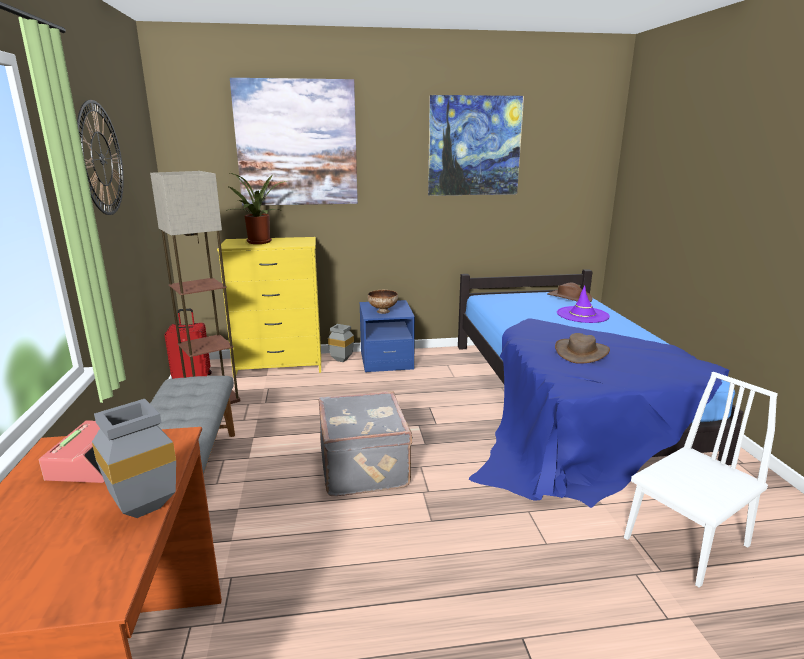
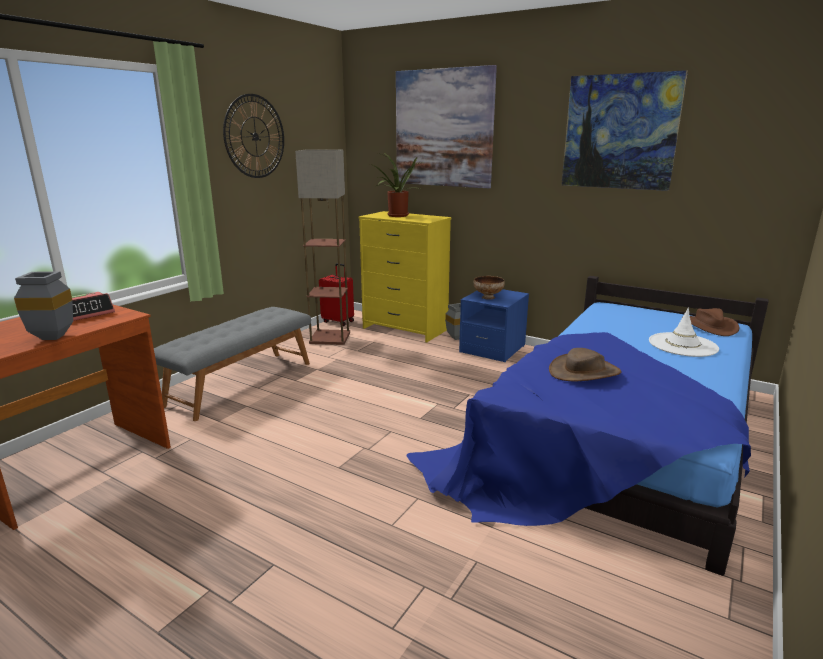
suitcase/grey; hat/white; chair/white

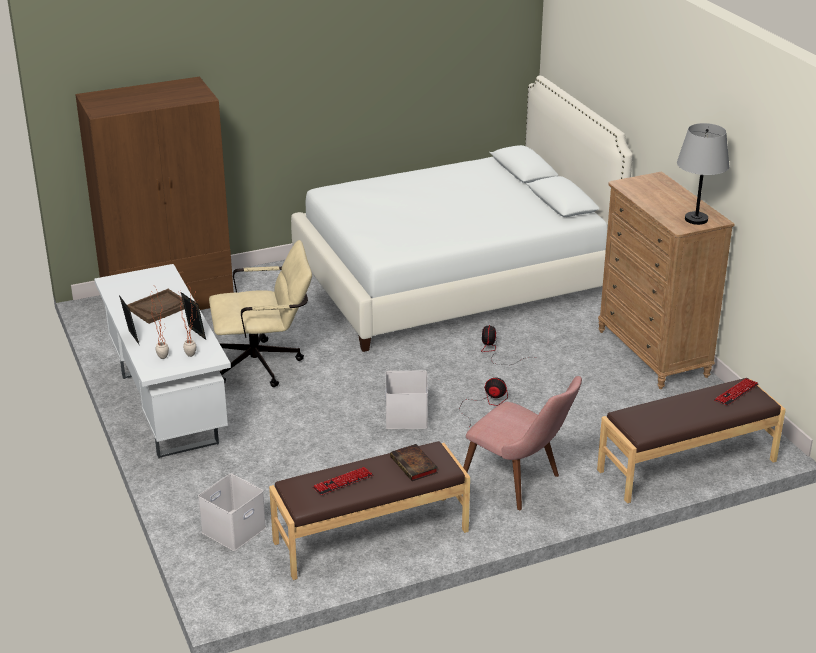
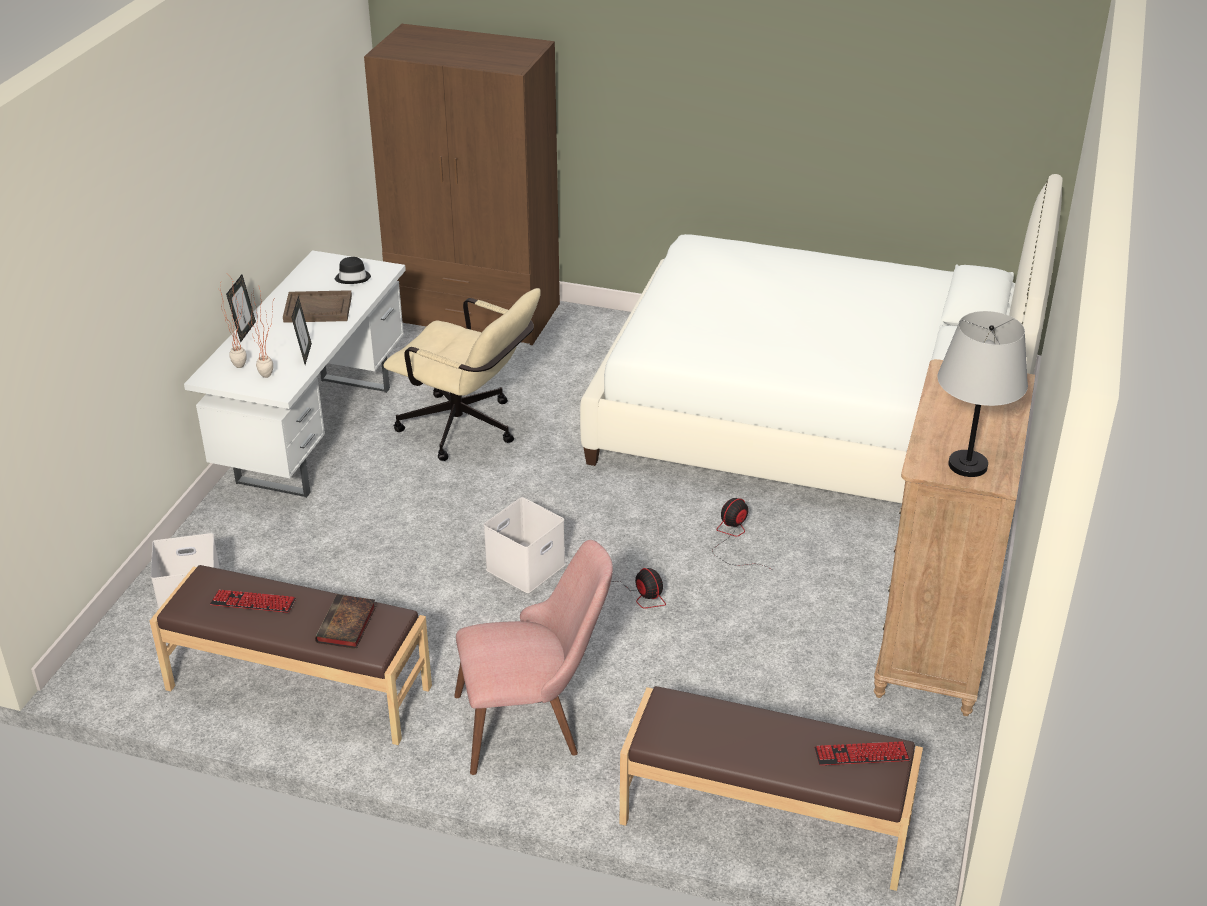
chair/pink; hat/black

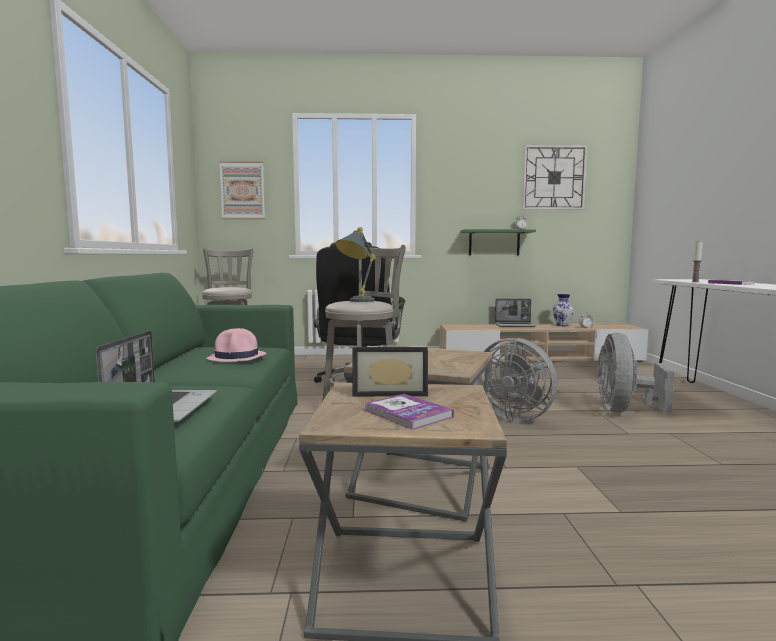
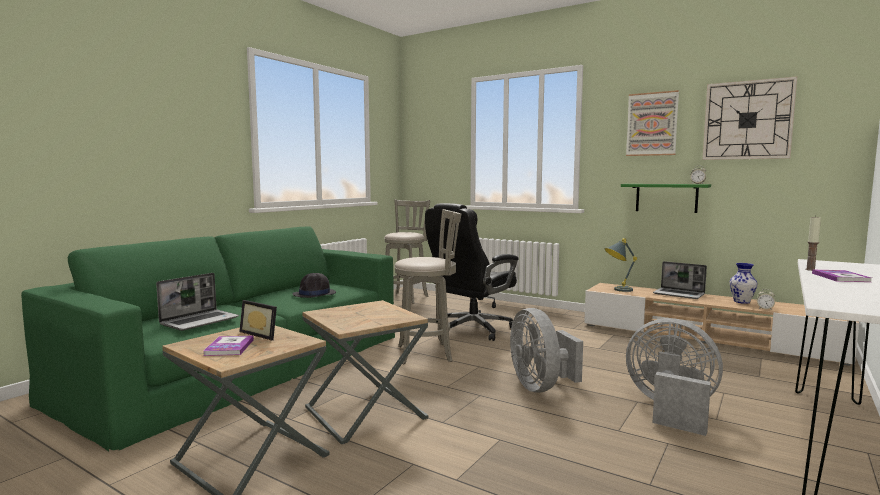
hat/black; picture; table lamp/grey; fan/grey (no. 2 from left)

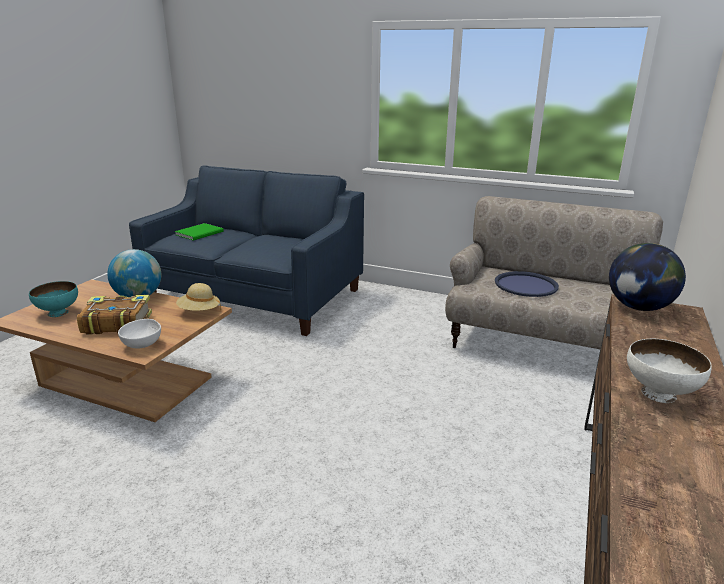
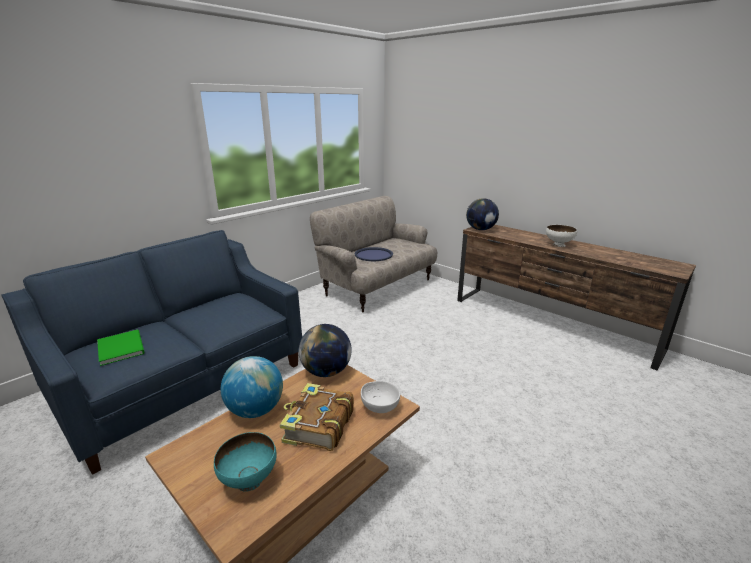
globe (no. 2 from left)

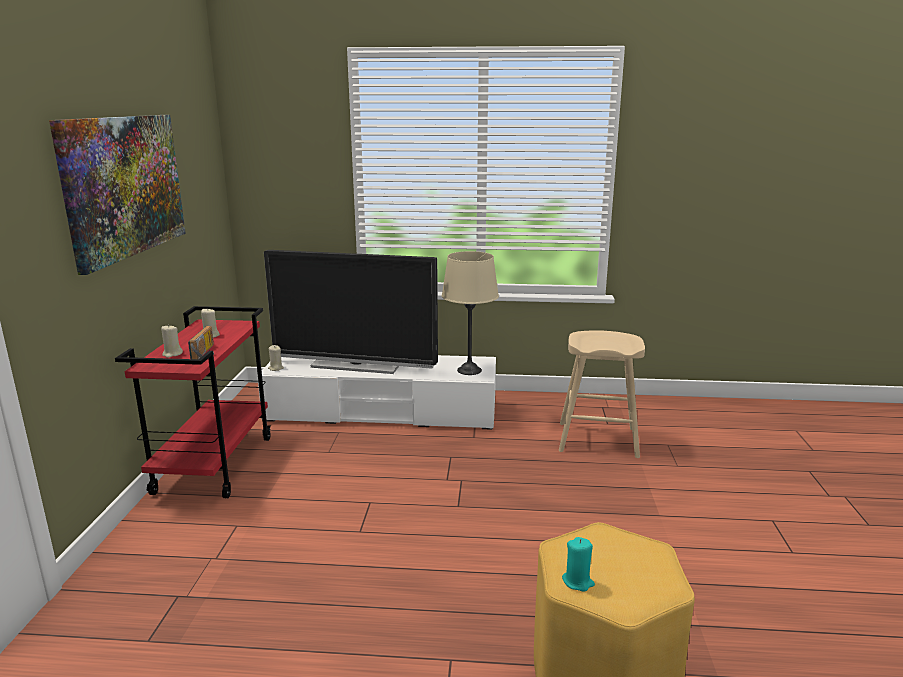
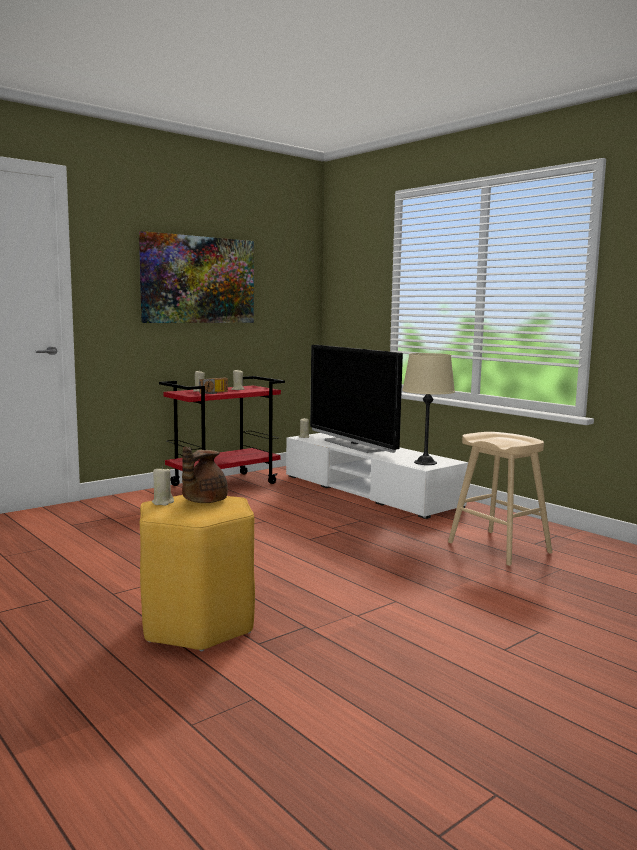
candle/beige (no. 1 from left); teapot/brown

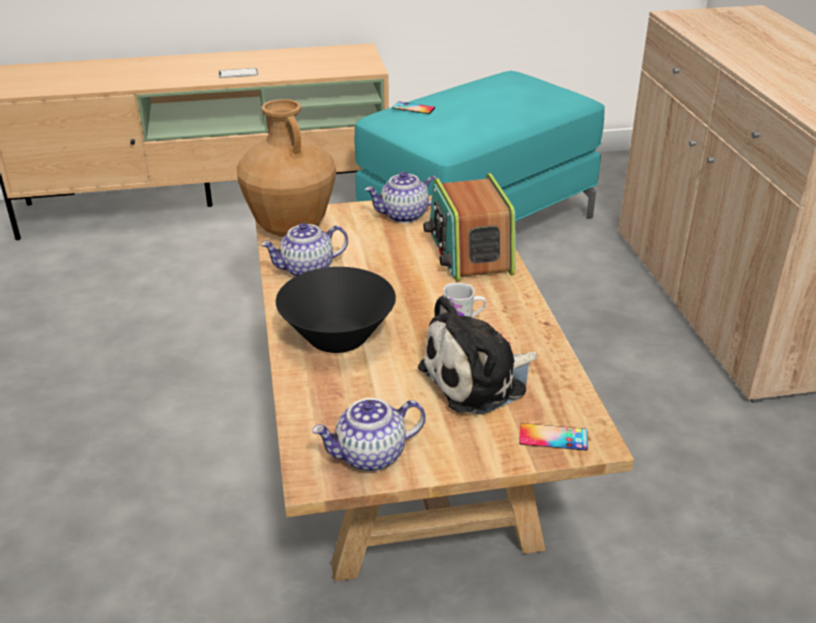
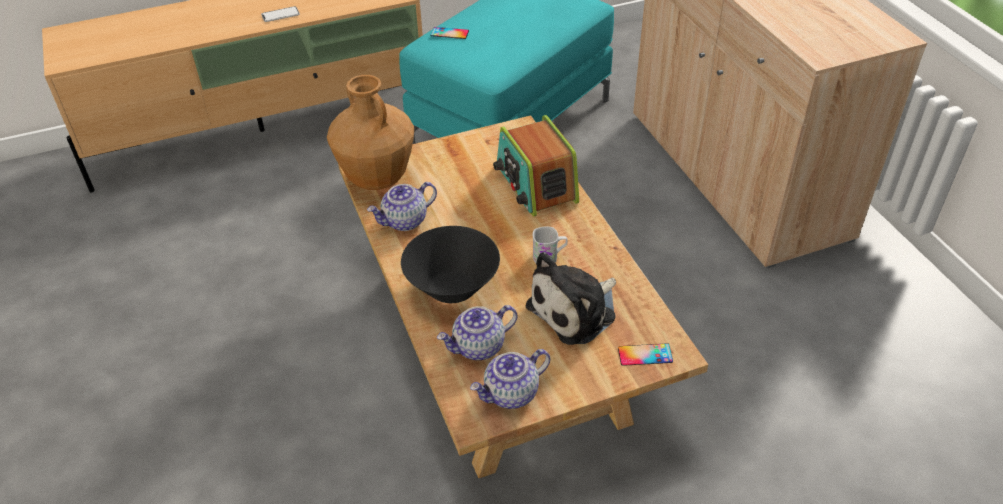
teapot (no. 2 from left)

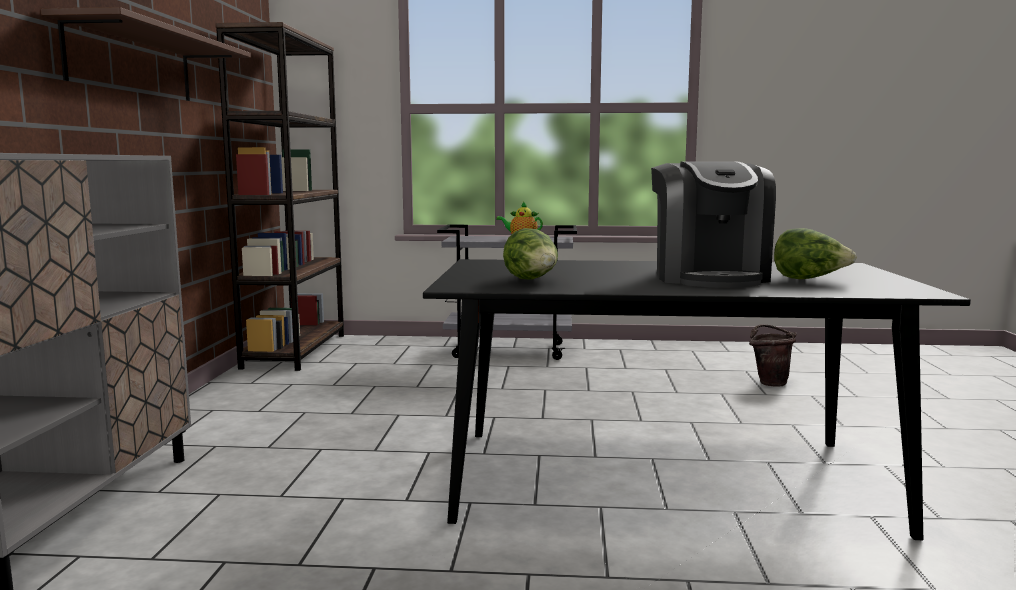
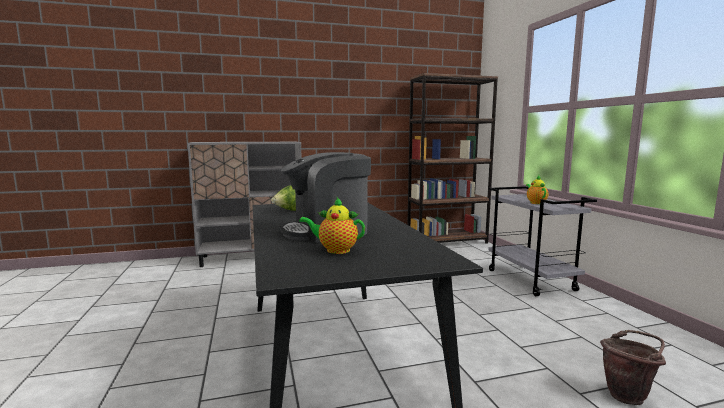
shelf/brown; teapot (no. 1 from left)

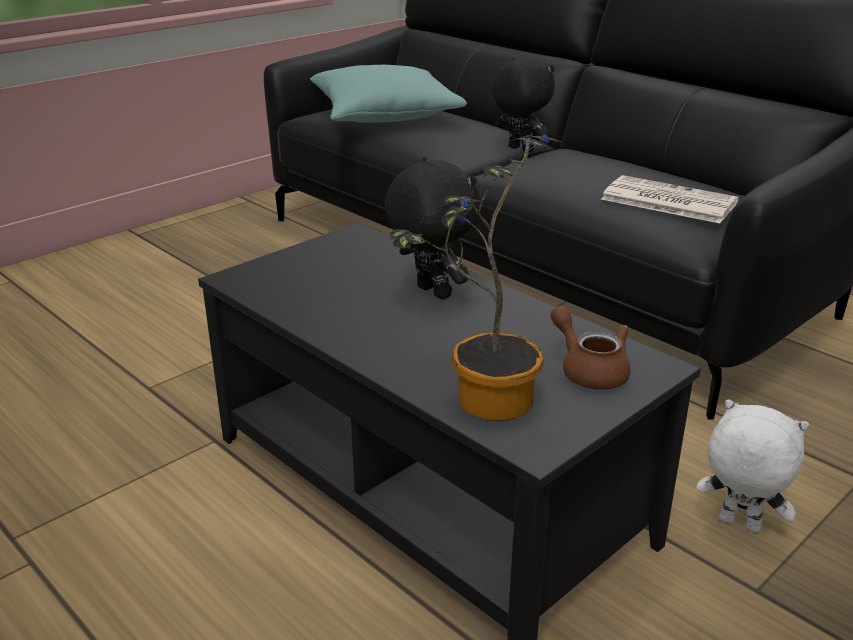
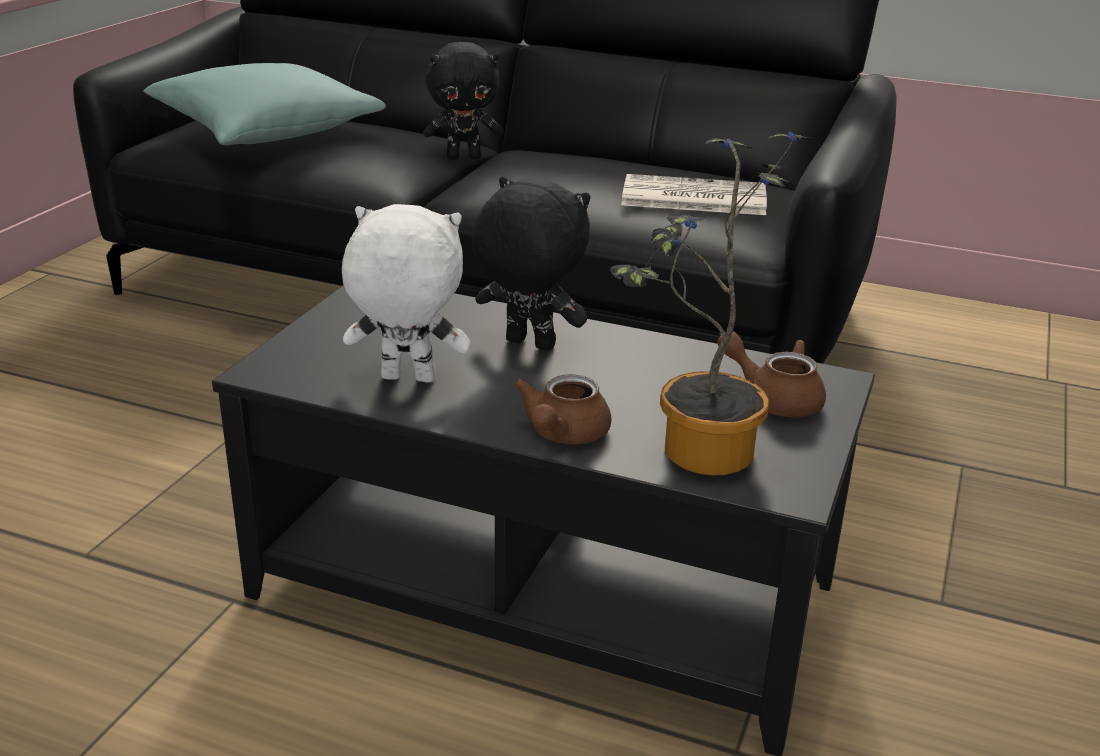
plush toy/black (no. 1 from left); plush toy/white; teapot/brown (no. 1 from left)

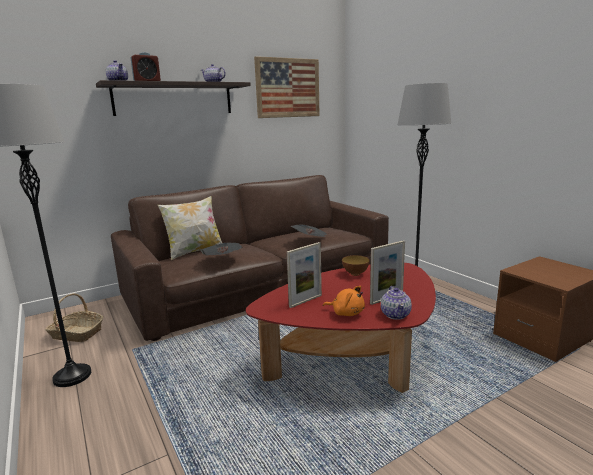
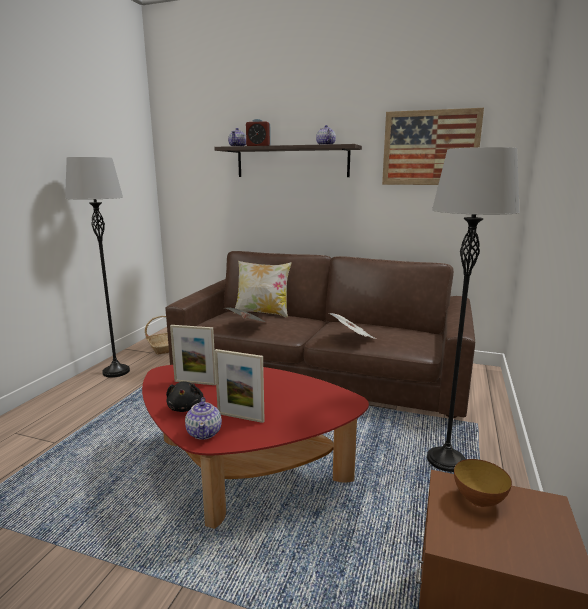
plush toy/black; bowl; teapot (no. 1 from left)

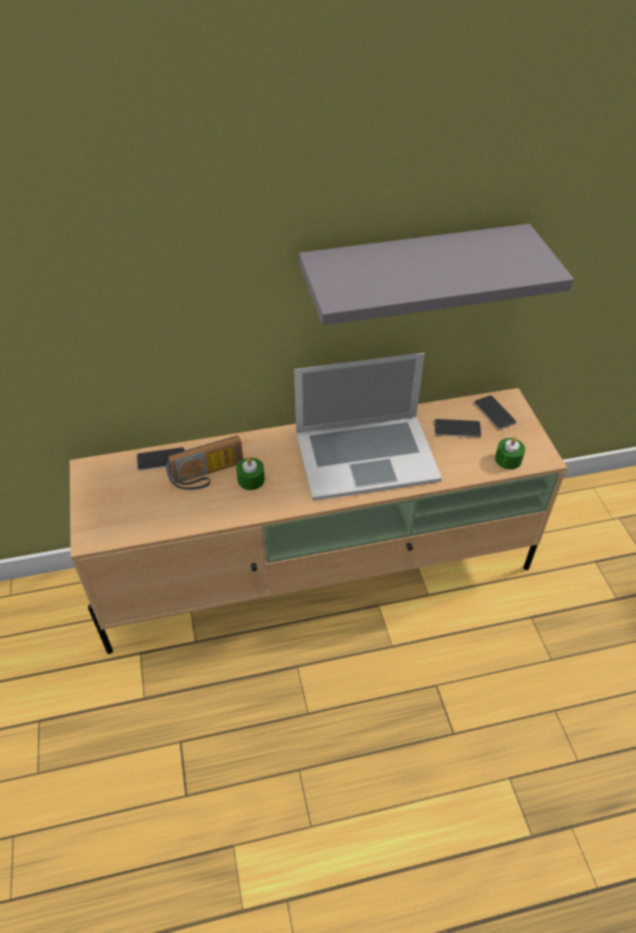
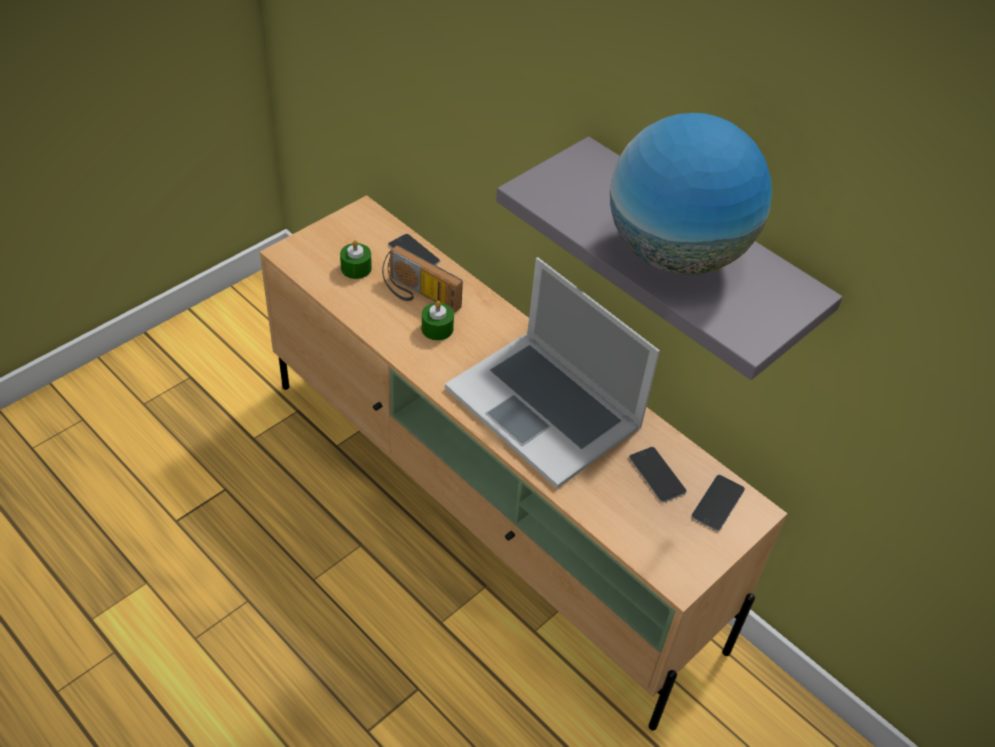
candle/green (no. 1 from left); globe

